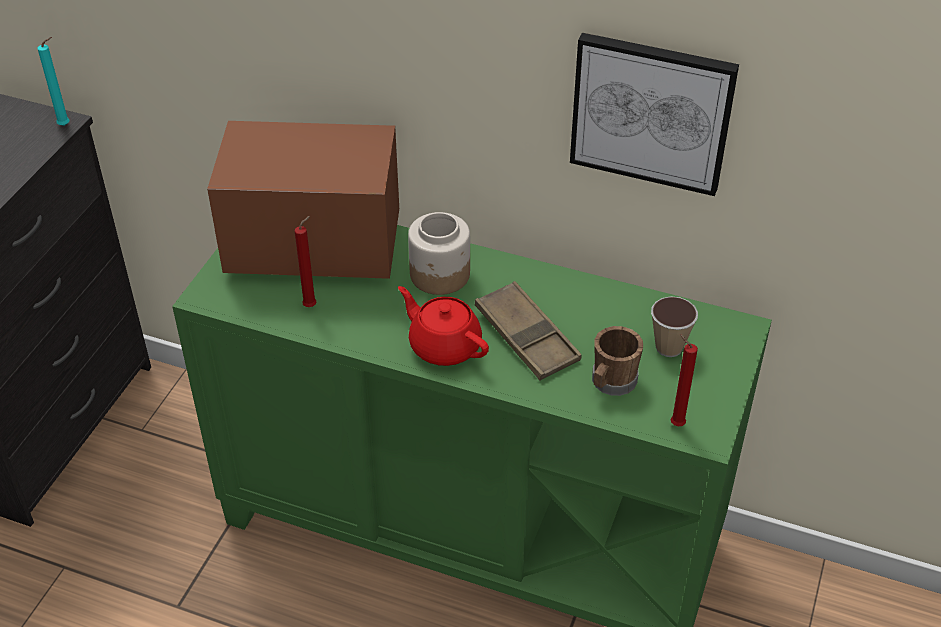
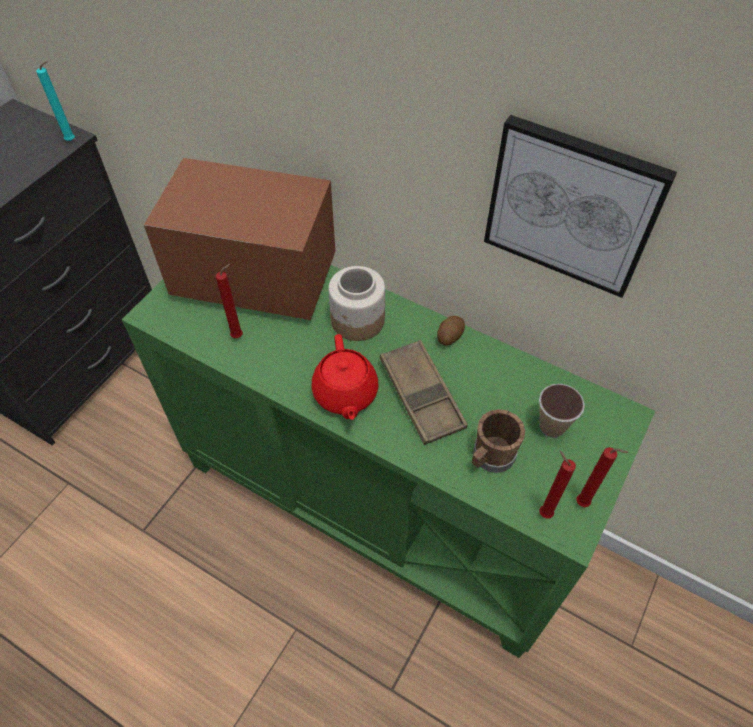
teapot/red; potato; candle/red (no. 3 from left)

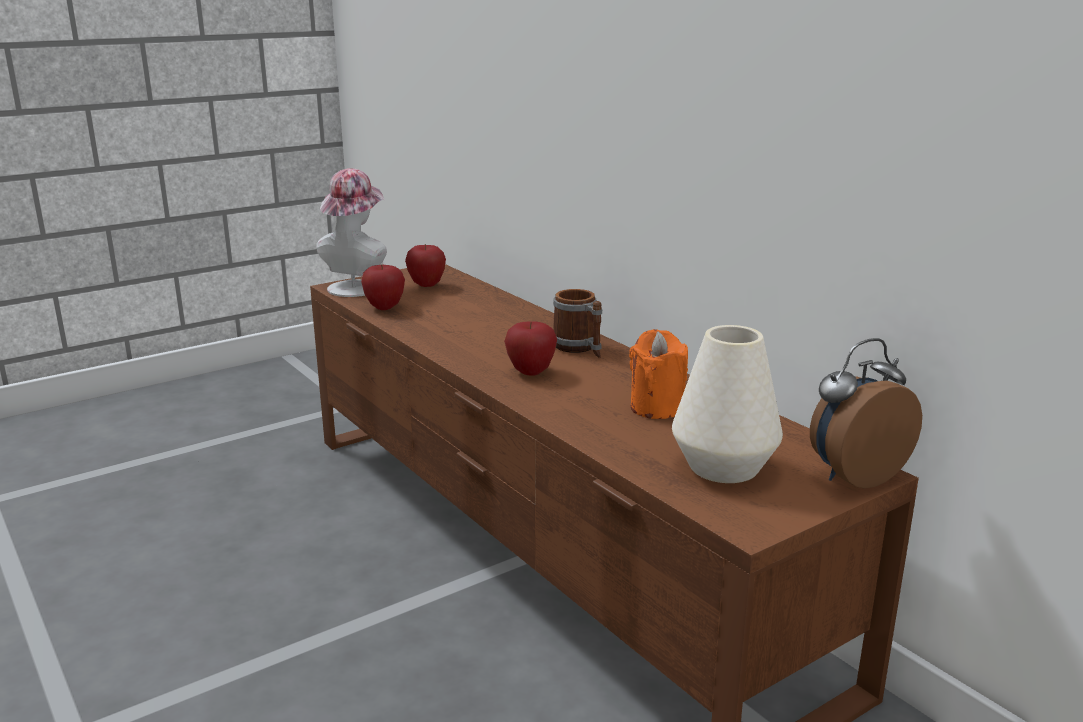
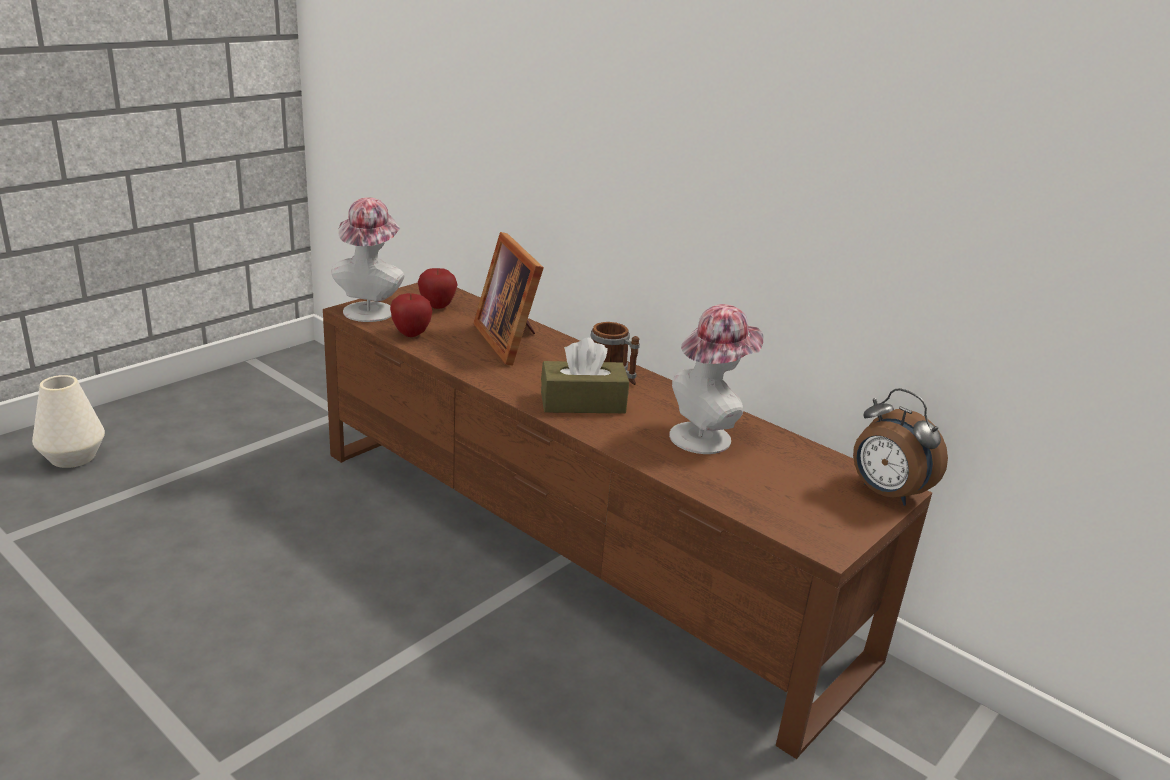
tissue box/brown; hat (no. 2 from left); vase/white; alarm clock; picture frame

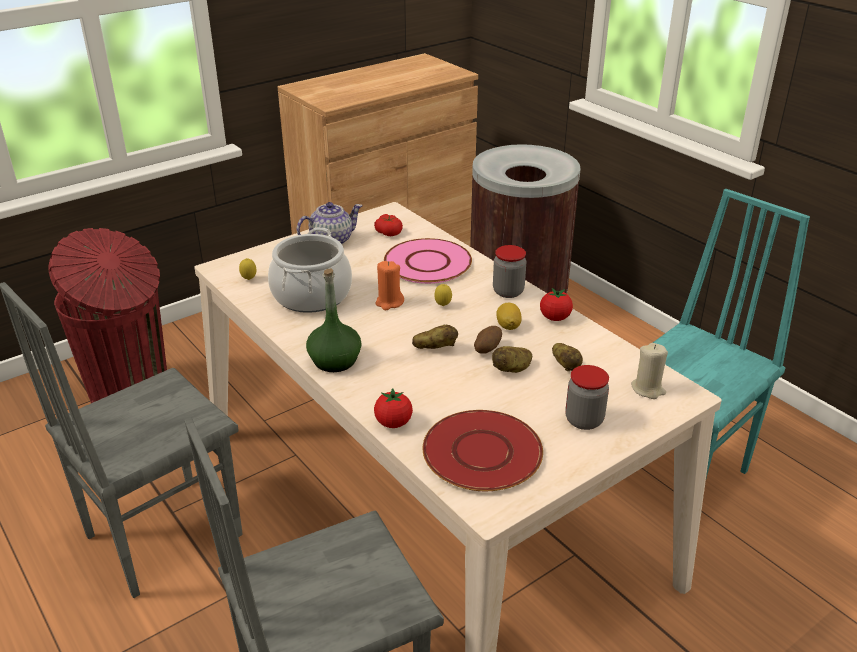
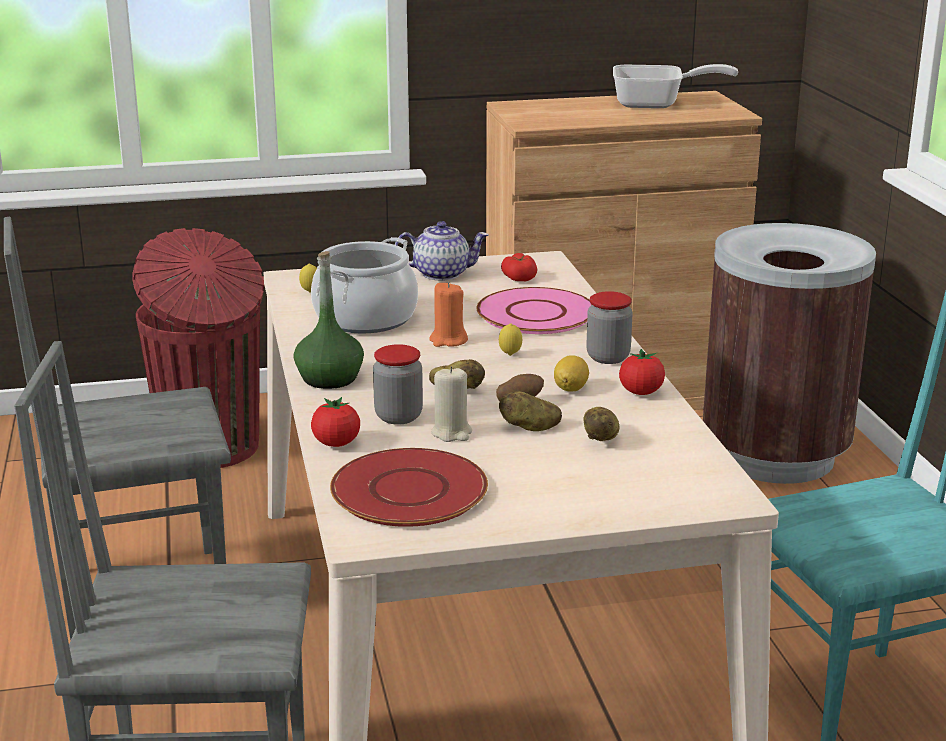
jar (no. 1 from left); candle/beige; frying pan

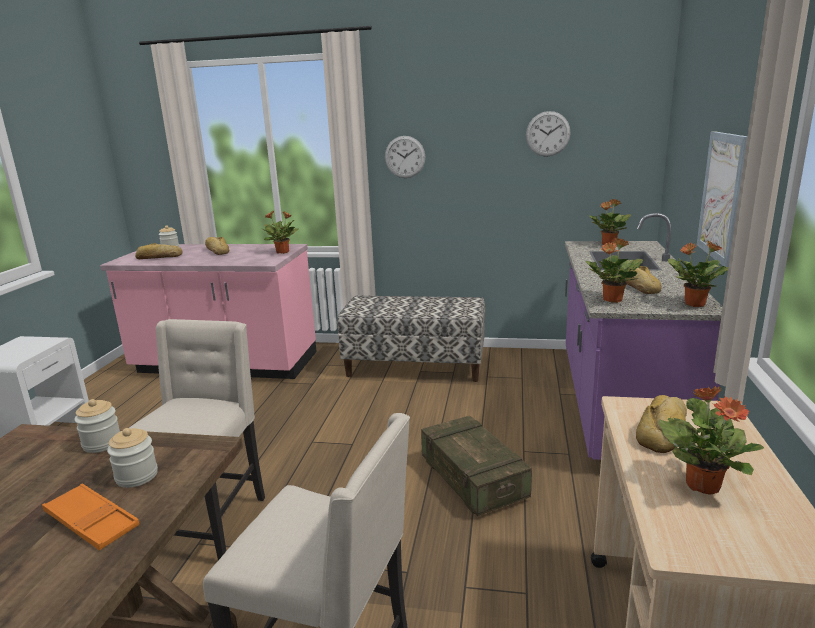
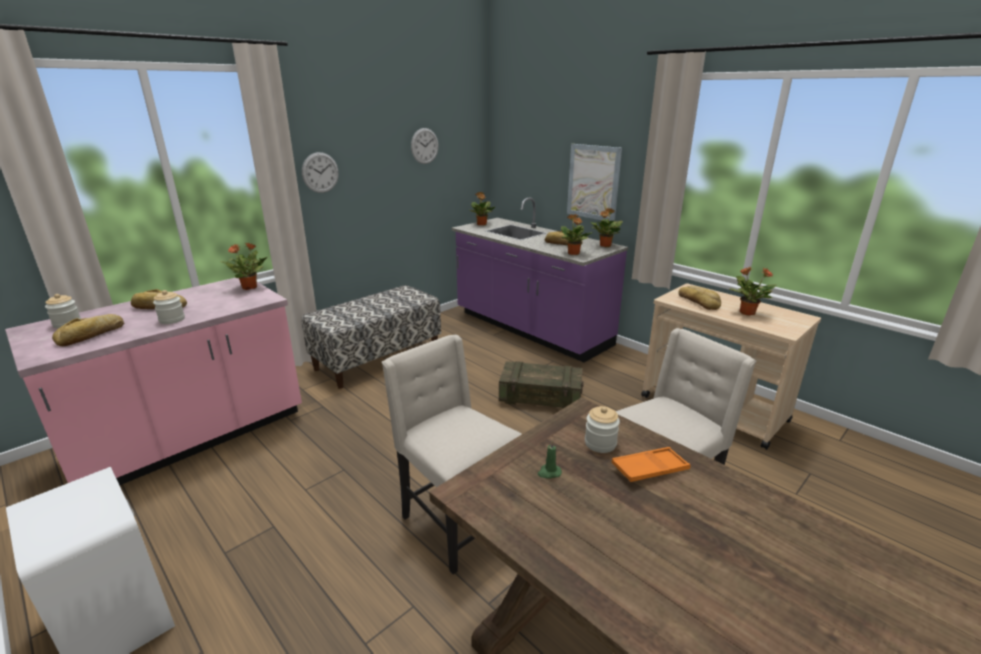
jar (no. 2 from left); candle/green

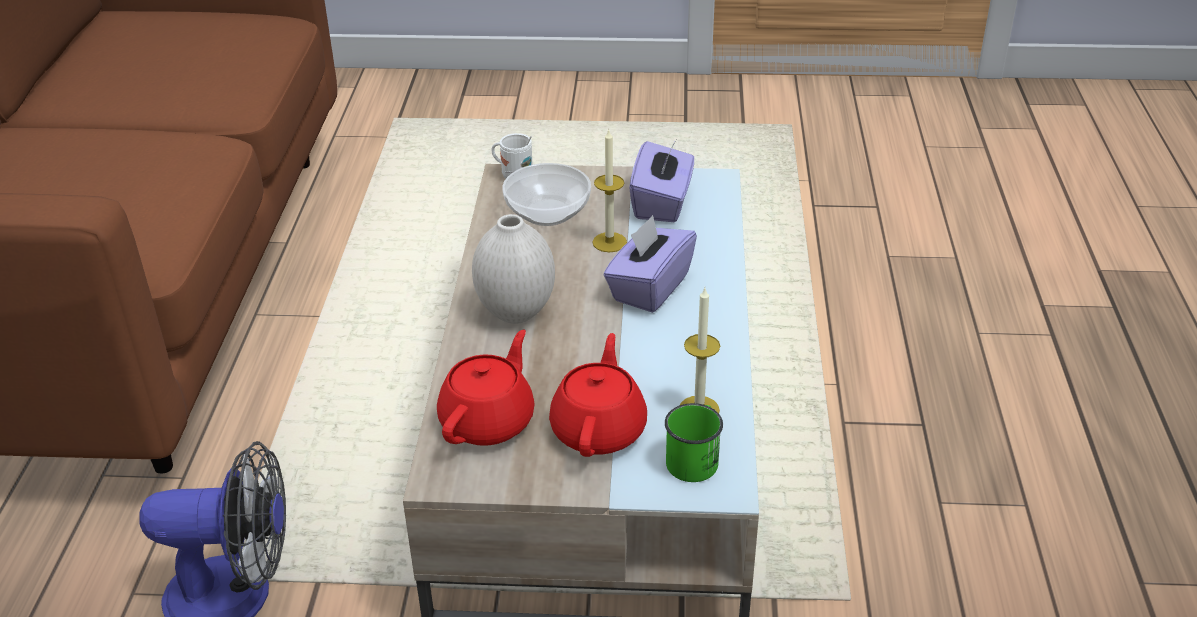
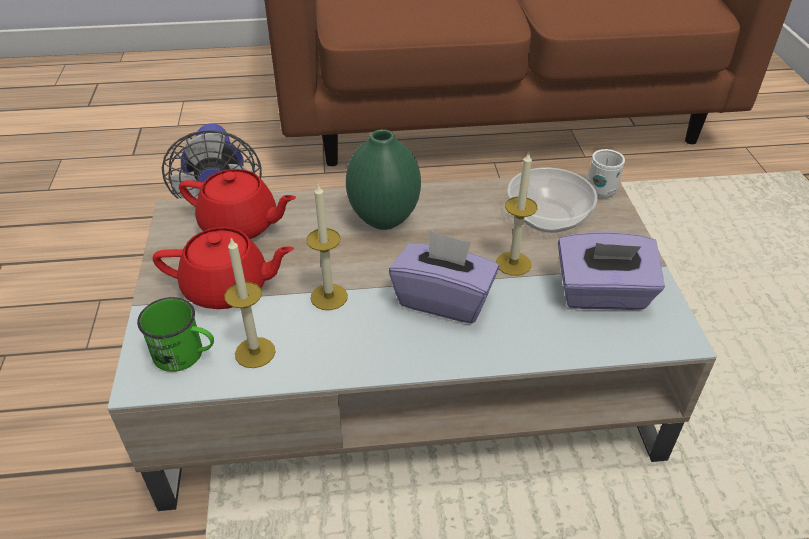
vase/green; candle (no. 2 from left)

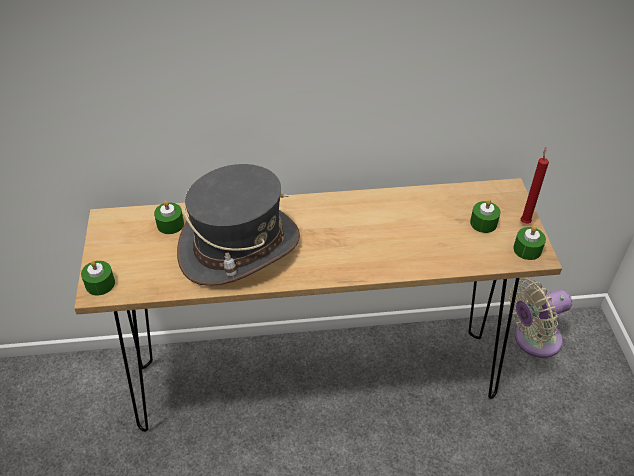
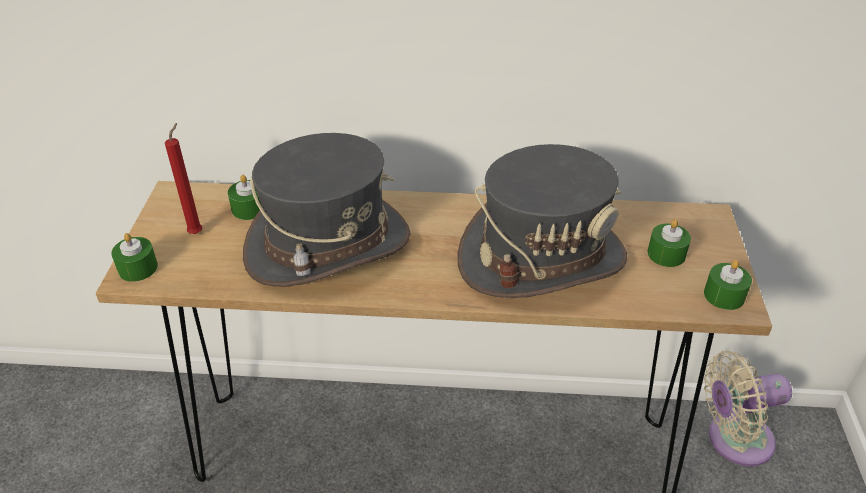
candle/red; hat/grey (no. 2 from left)

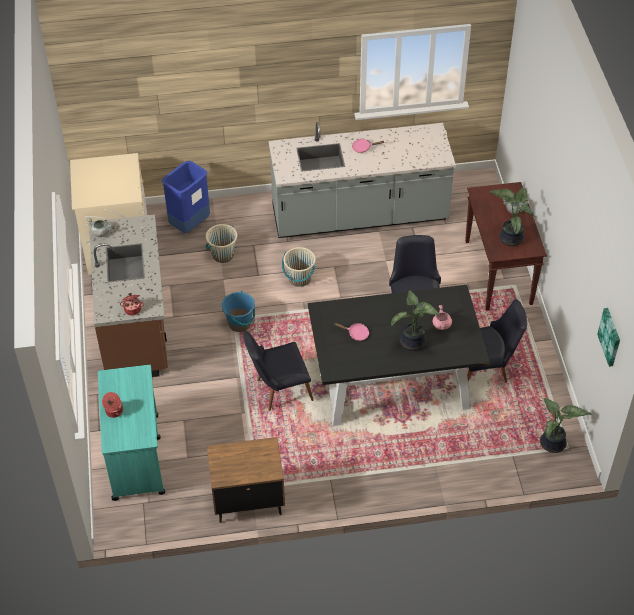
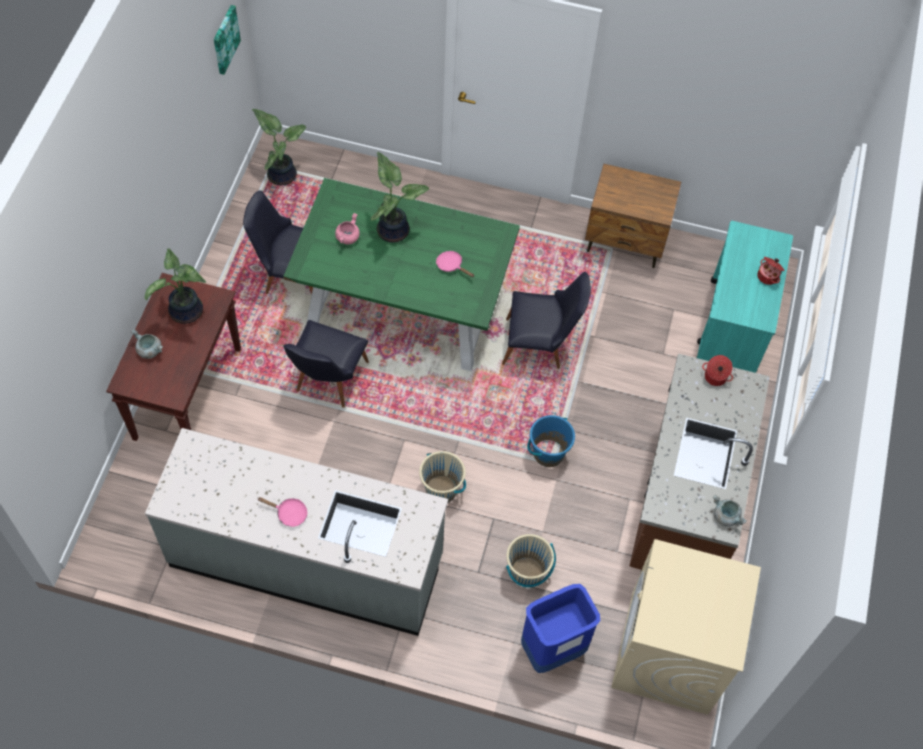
dining table/green

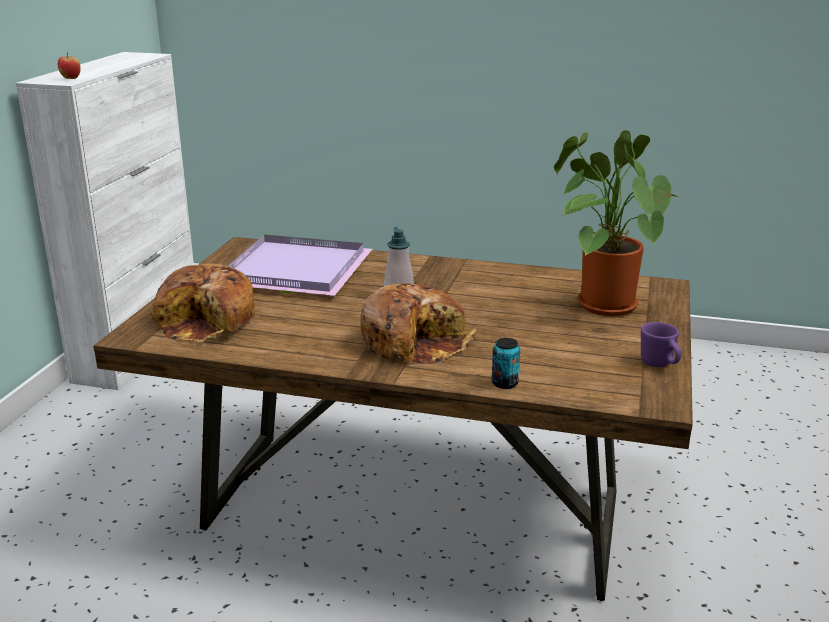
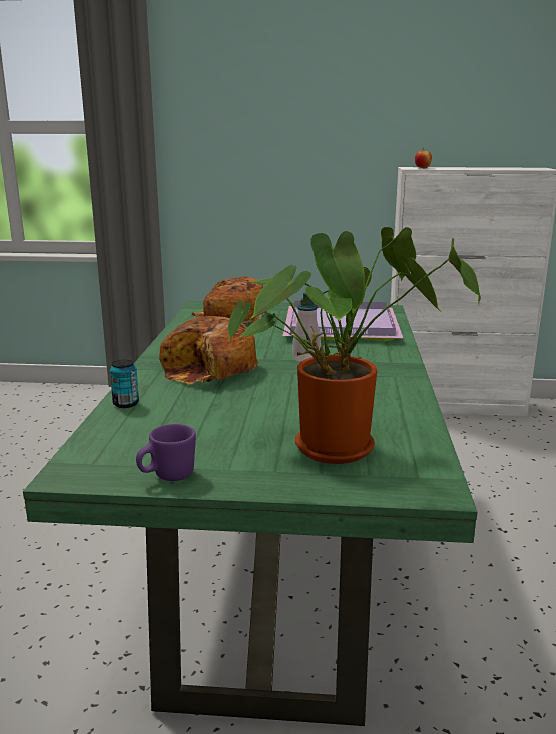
dining table/green

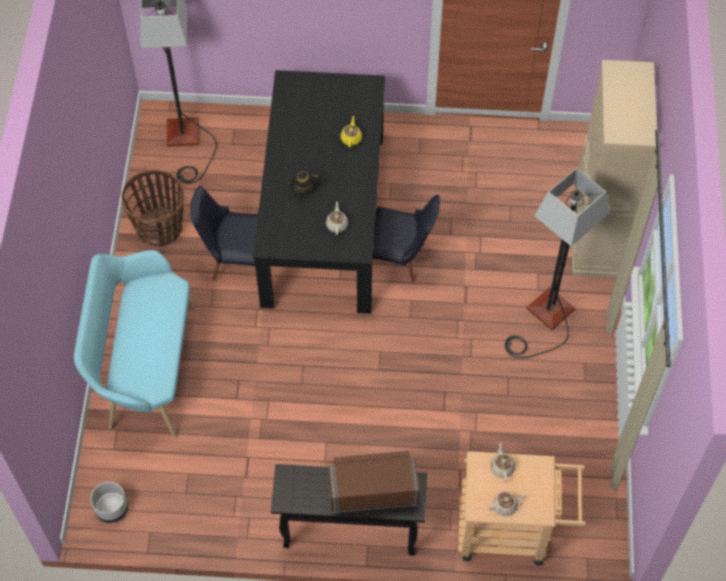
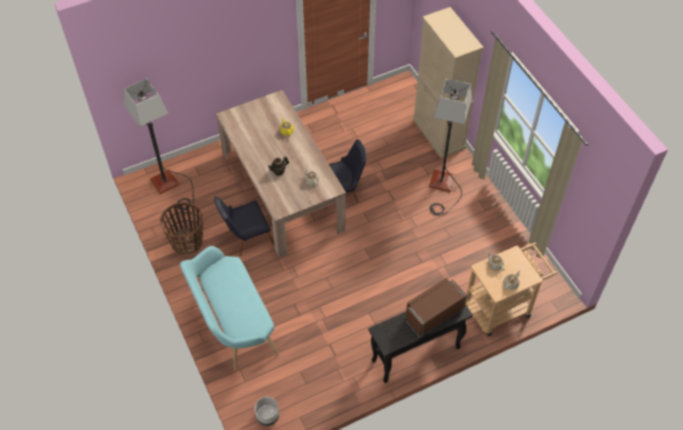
dining table/beige

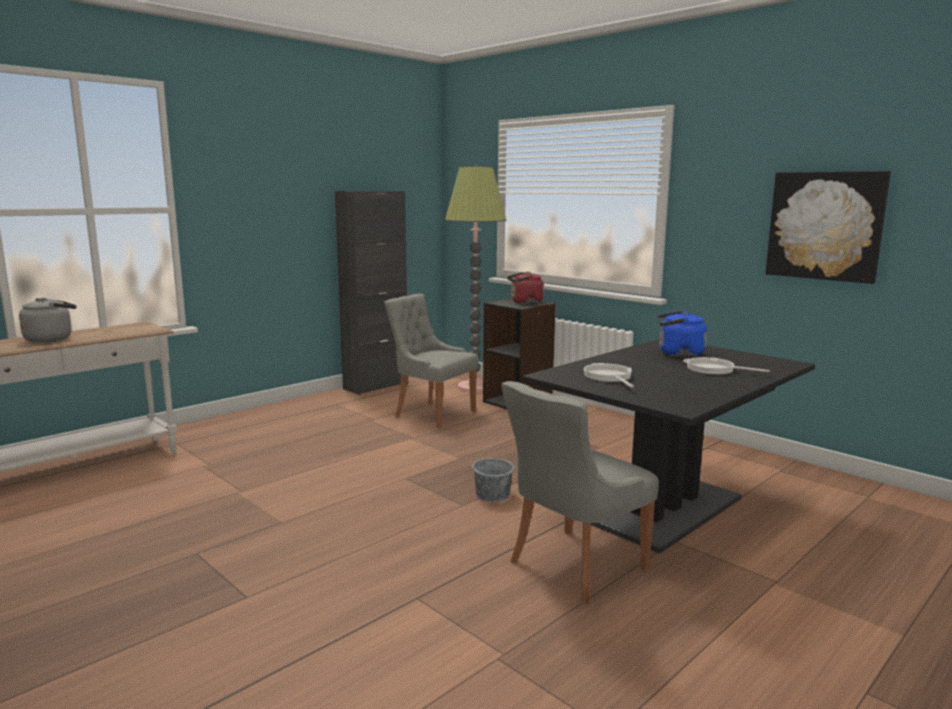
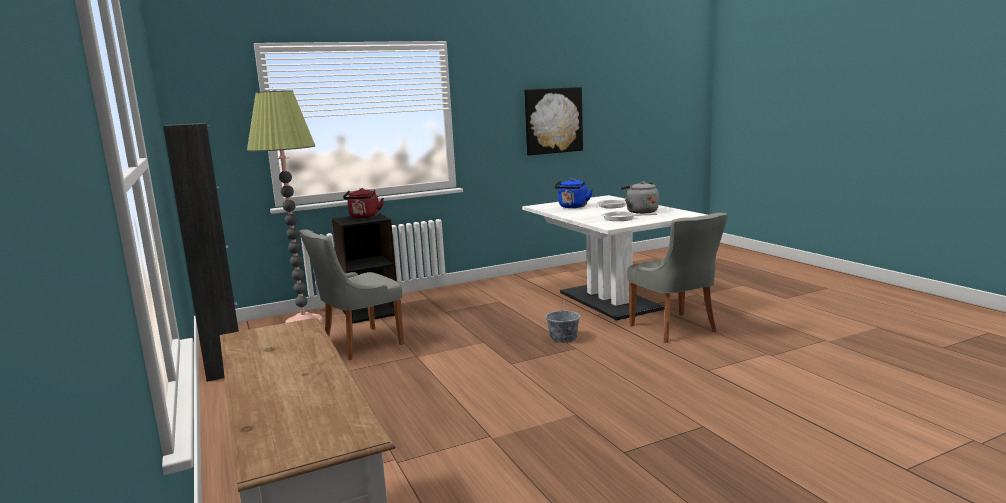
kettle/grey; dining table/white

